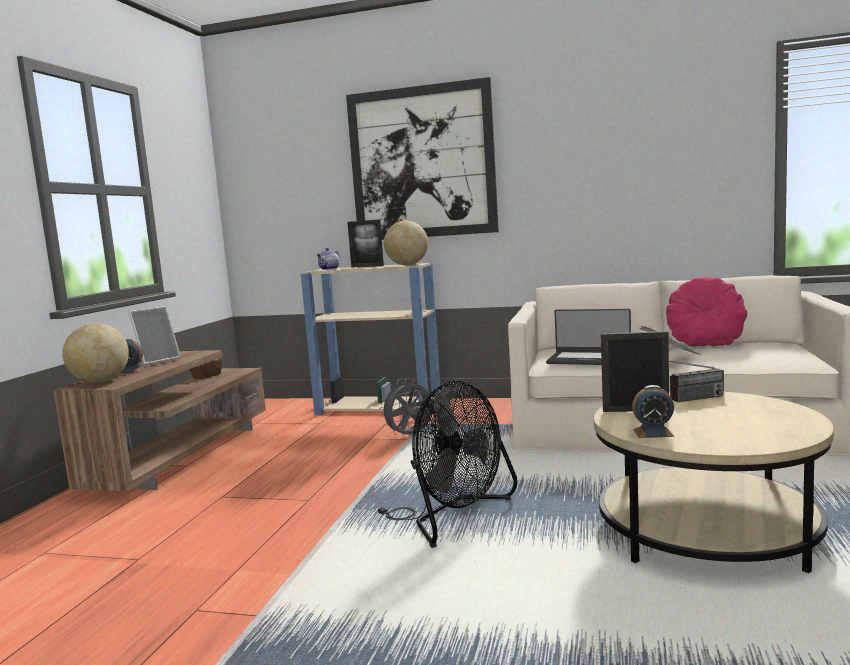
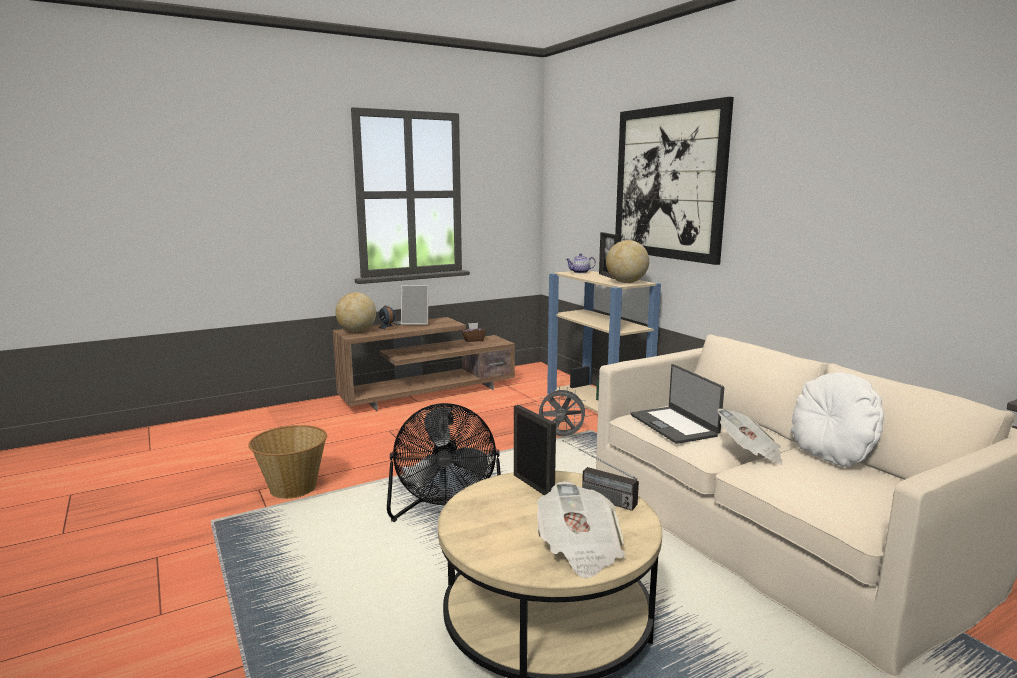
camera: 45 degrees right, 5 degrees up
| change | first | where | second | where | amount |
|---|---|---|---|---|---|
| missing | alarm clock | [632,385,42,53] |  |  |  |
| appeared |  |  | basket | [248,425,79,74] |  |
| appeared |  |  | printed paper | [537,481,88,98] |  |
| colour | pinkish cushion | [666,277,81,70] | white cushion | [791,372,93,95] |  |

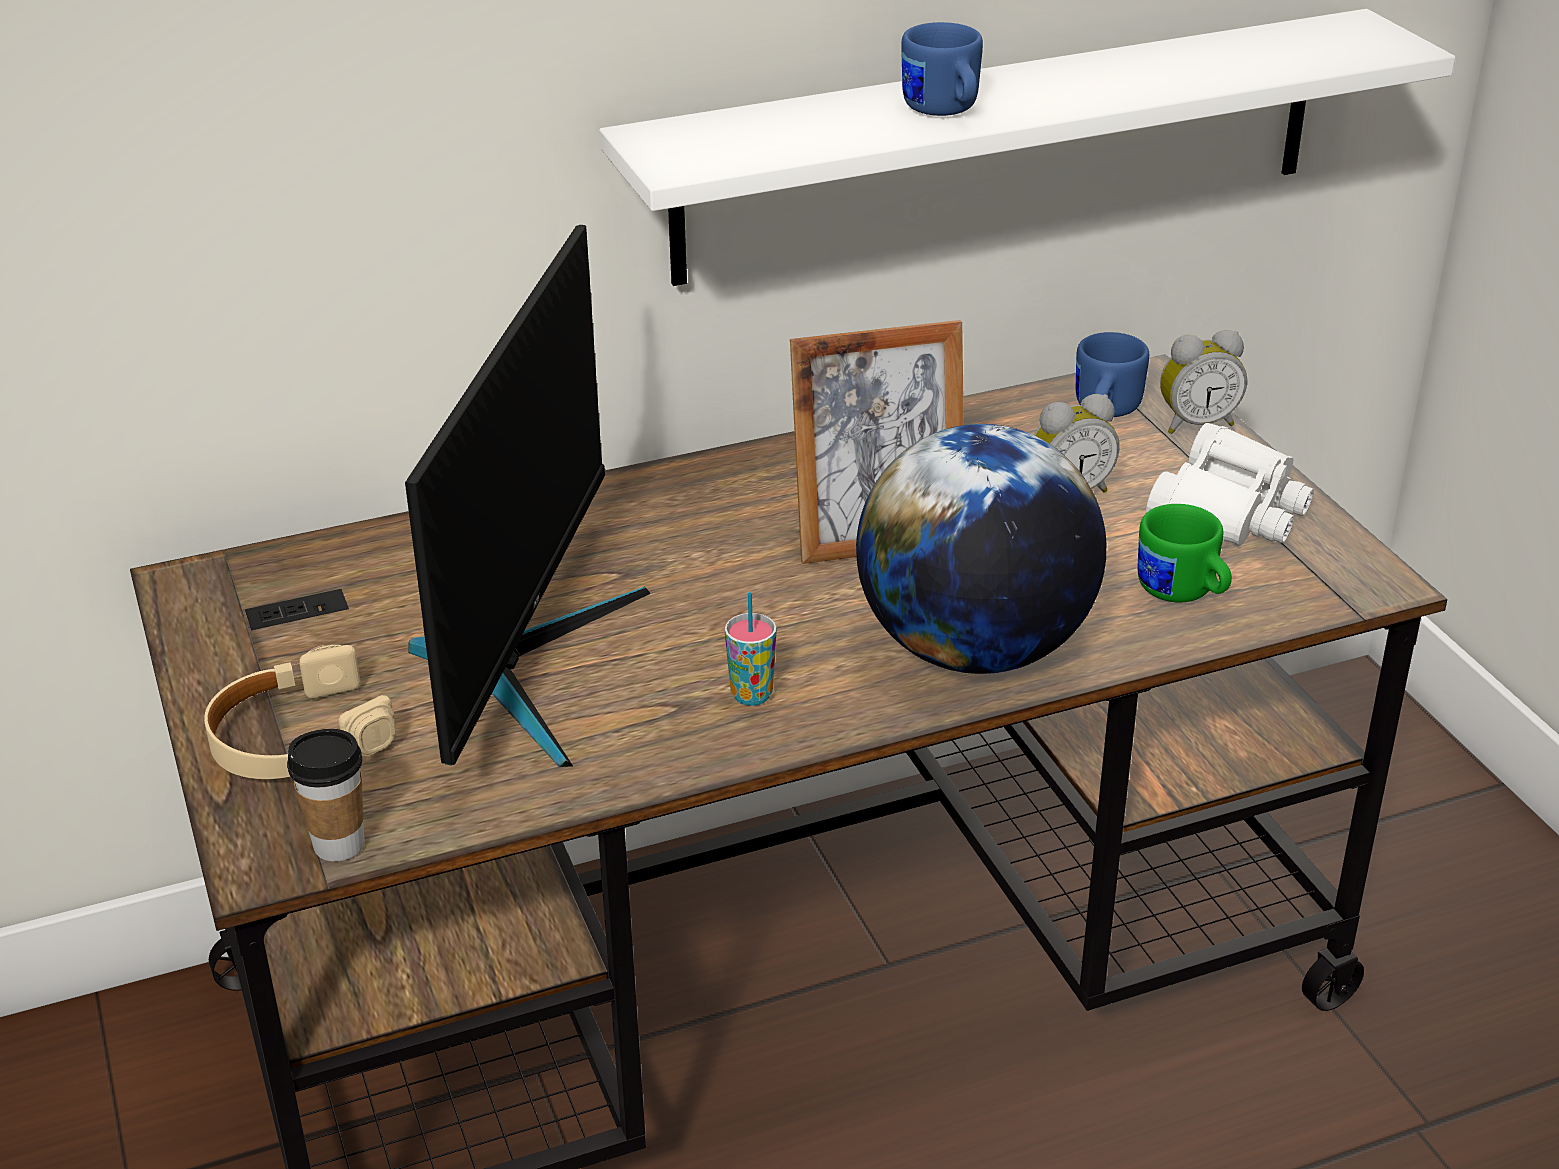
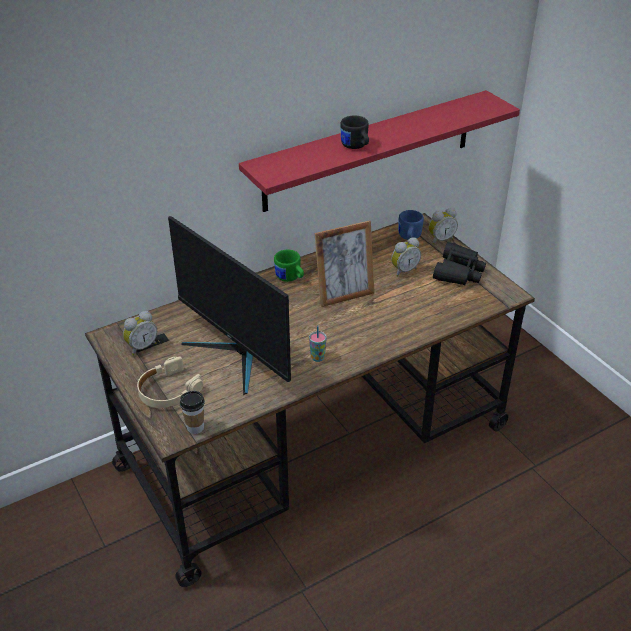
camera: 10 degrees left, 5 degrees up
| change | first | where | second | where | amount |
|---|---|---|---|---|---|
| missing | globe | [856,424,250,250] |  |  |  |
| appeared |  |  | alarm clock | [123,311,34,44] |  |
| relocated | greenish mug | [1138,504,94,98] |  | [274,250,30,32] |  |
| colour | white shelf | [599,9,856,277] | red shelf | [239,90,281,122] |  |
| colour | bluish mug | [901,22,82,94] | blackish mug | [340,116,29,33] |  |
| colour | white field glasses | [1146,423,168,123] | blackish field glasses | [433,242,53,44] |  |
| spun | computer screen | [405,225,245,542] |  | [168,216,123,179] | 135 degrees clockwise |

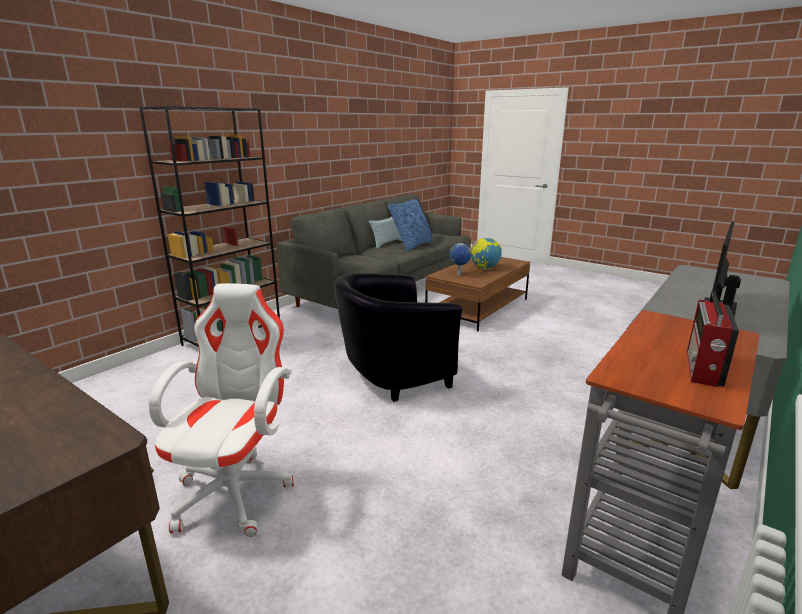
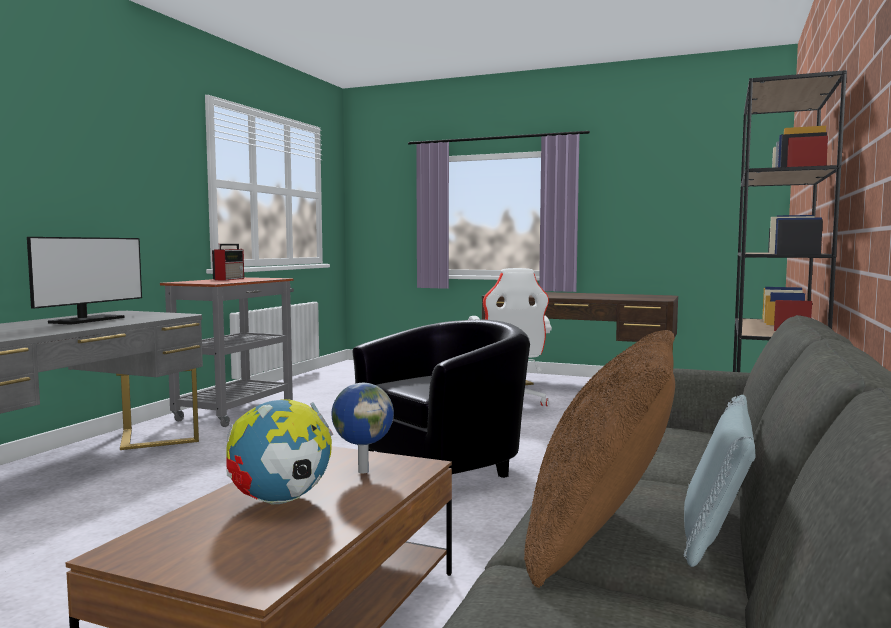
camera: 165 degrees right, 15 degrees down
| change | first | where | second | where | amount |
|---|---|---|---|---|---|
| colour | bluish cushion | [388,199,45,52] | brown cushion | [524,330,151,258] |  |

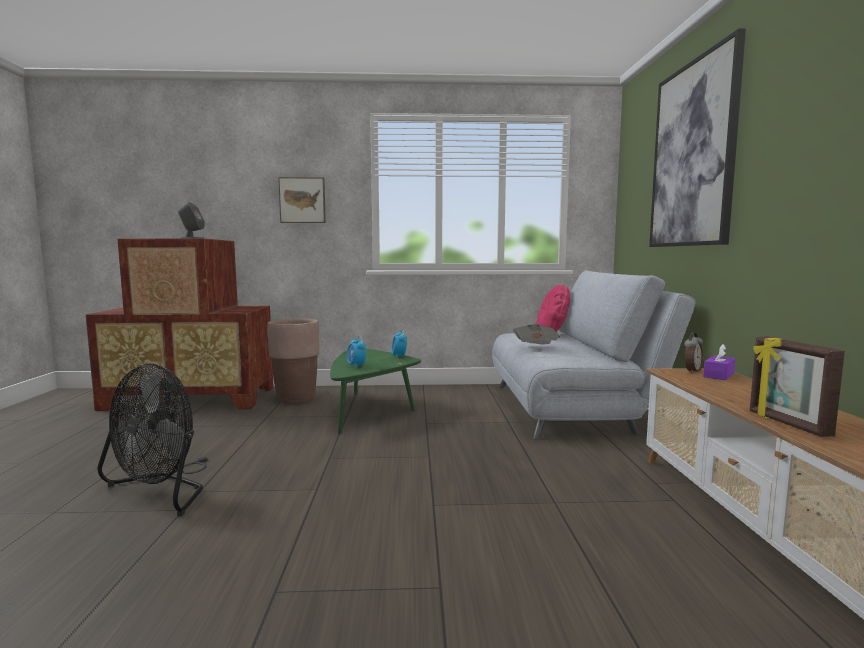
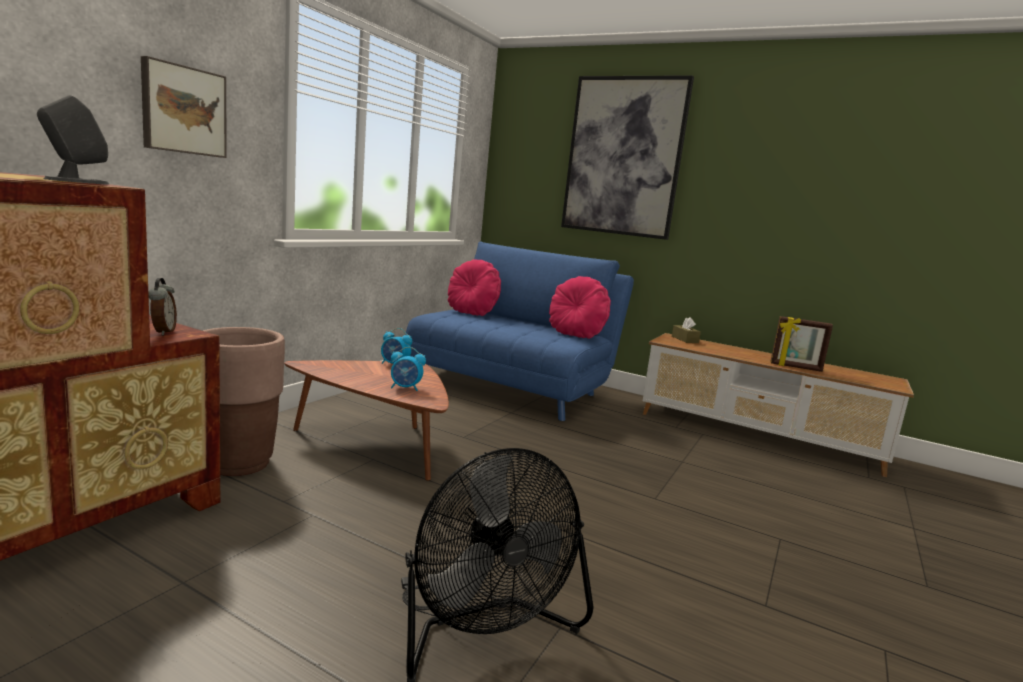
camera: 60 degrees left, 5 degrees up
| change | first | where | second | where | amount |
|---|---|---|---|---|---|
| missing | printed paper | [513,324,47,21] |  |  |  |
| appeared |  |  | pinkish cushion | [549,276,62,63] |  |
| relocated | alarm clock | [684,332,19,41] |  | [148,278,29,57] |  |
| colour | greenish coffee table | [330,349,91,84] | brown coffee table | [284,360,165,121] |  |
| colour | gray couch | [492,270,204,170] | bluish couch | [406,242,228,179] |  |
| colour | purplish tissue holder | [703,344,33,36] | brown tissue holder | [672,317,29,26] |  |

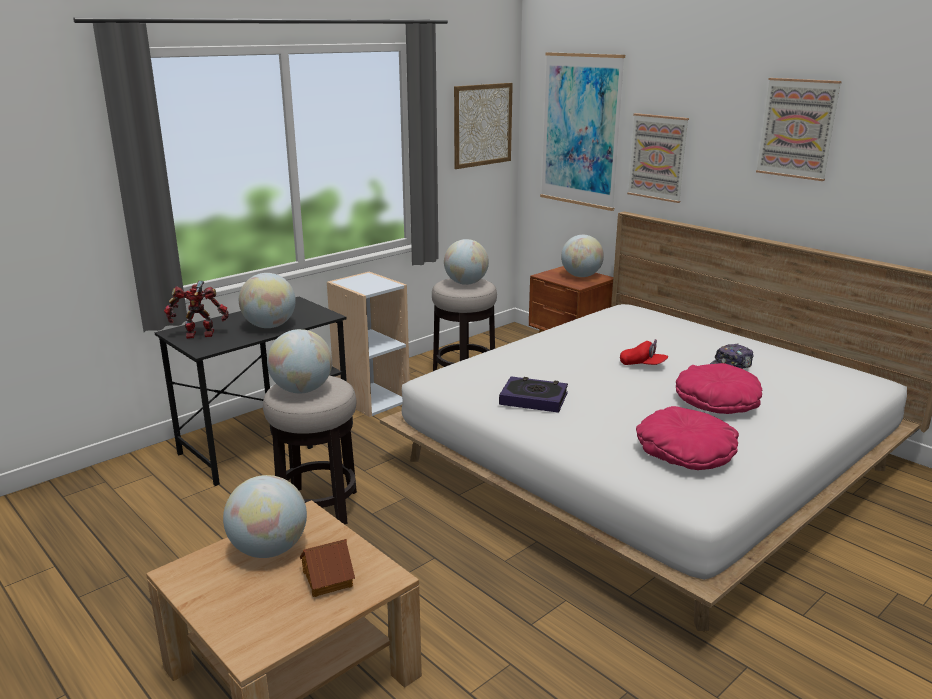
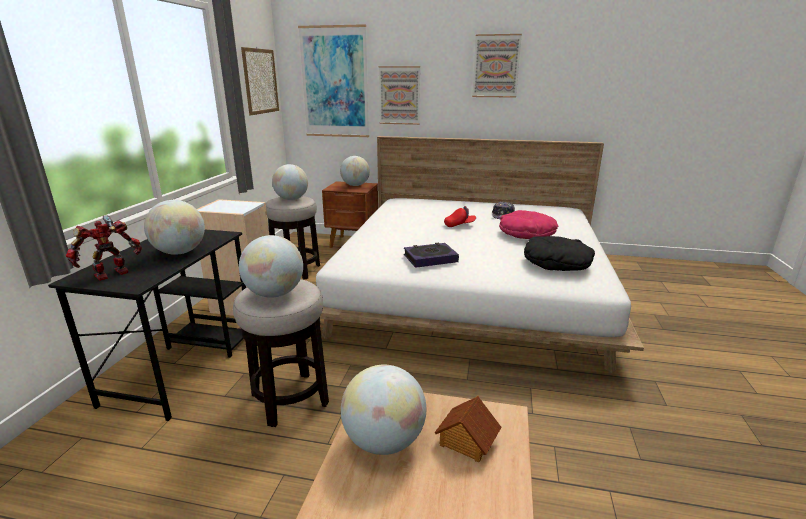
camera: 35 degrees left, 0 degrees up
| change | first | where | second | where | amount |
|---|---|---|---|---|---|
| colour | pinkish cushion | [636,406,103,64] | blackish cushion | [524,236,71,35] |  |

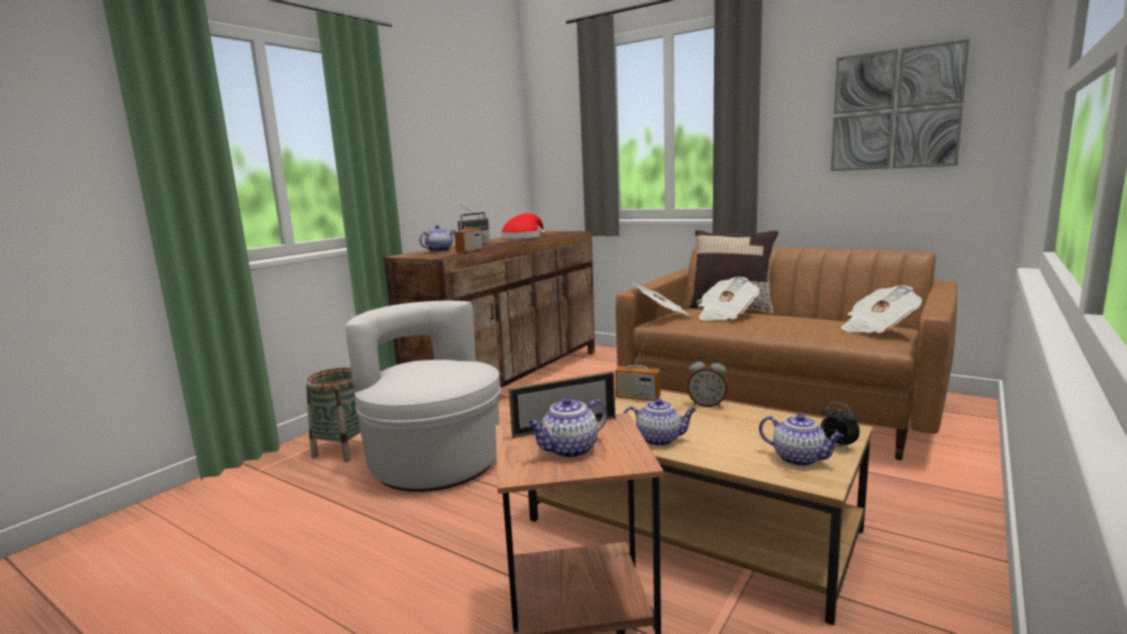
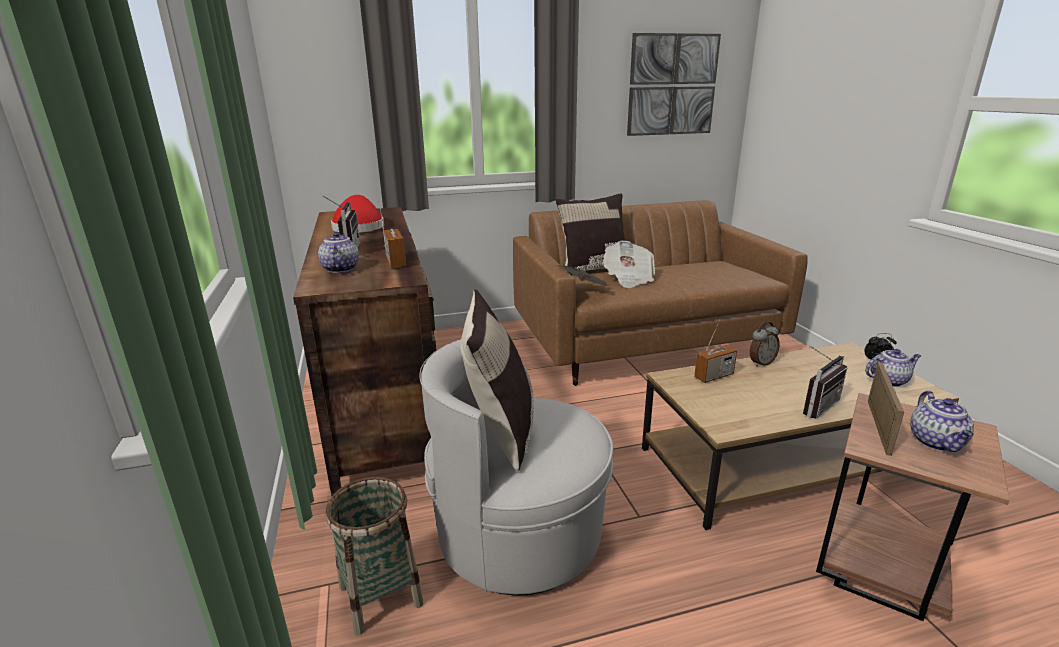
camera: 50 degrees left, 10 degrees up
| change | first | where | second | where | amount |
|---|---|---|---|---|---|
| missing | printed paper | [841,285,81,48] |  |  |  |
| appeared |  |  | cushion | [460,289,74,182] |  |
| exchanged | teapot | [623,398,73,48] | radio | [803,345,44,74] |  |

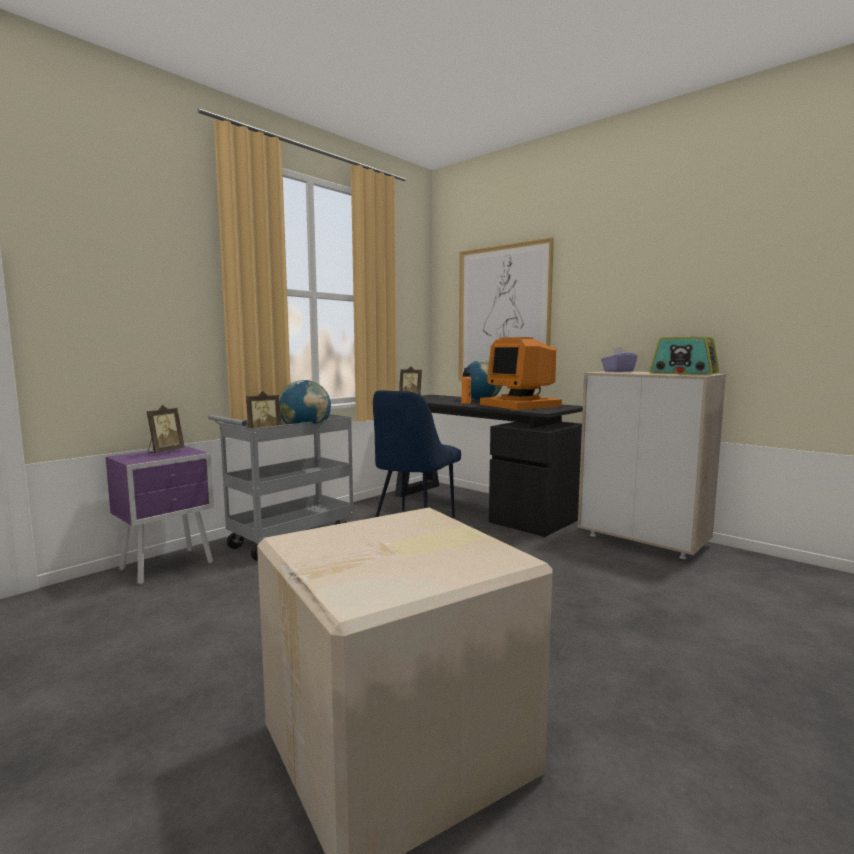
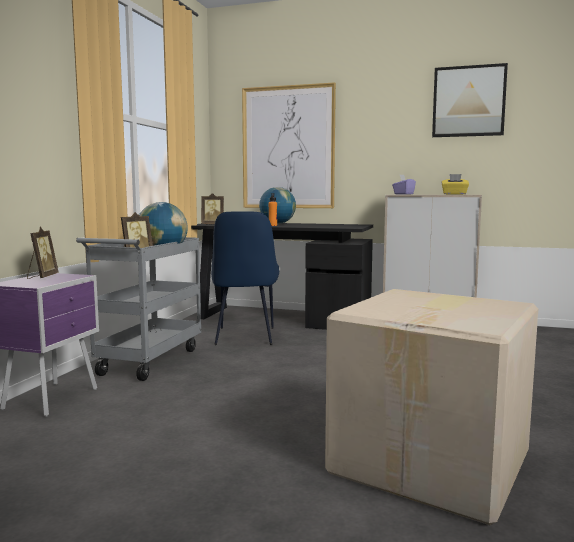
camera: 25 degrees left, 0 degrees up
| change | first | where | second | where | amount |
|---|---|---|---|---|---|
| missing | computer screen | [480,337,82,73] |  |  |  |
| appeared |  |  | picture | [432,63,76,74] |  |
| exchanged | radio | [650,337,69,38] | yellow-coloured tissue holder | [441,174,28,21] |  |

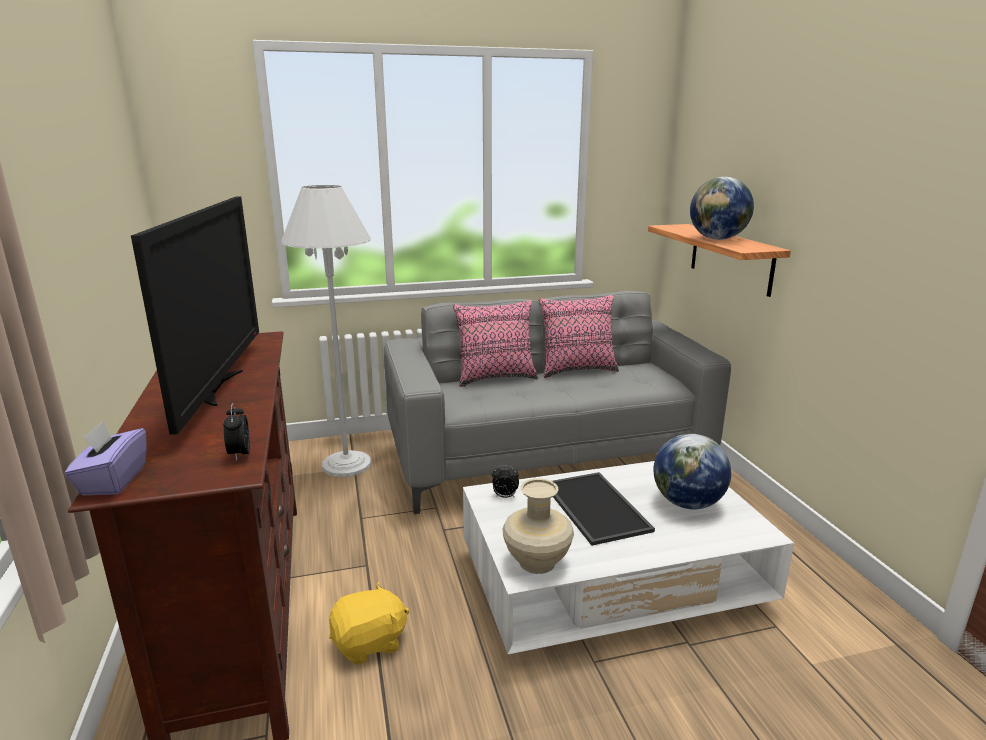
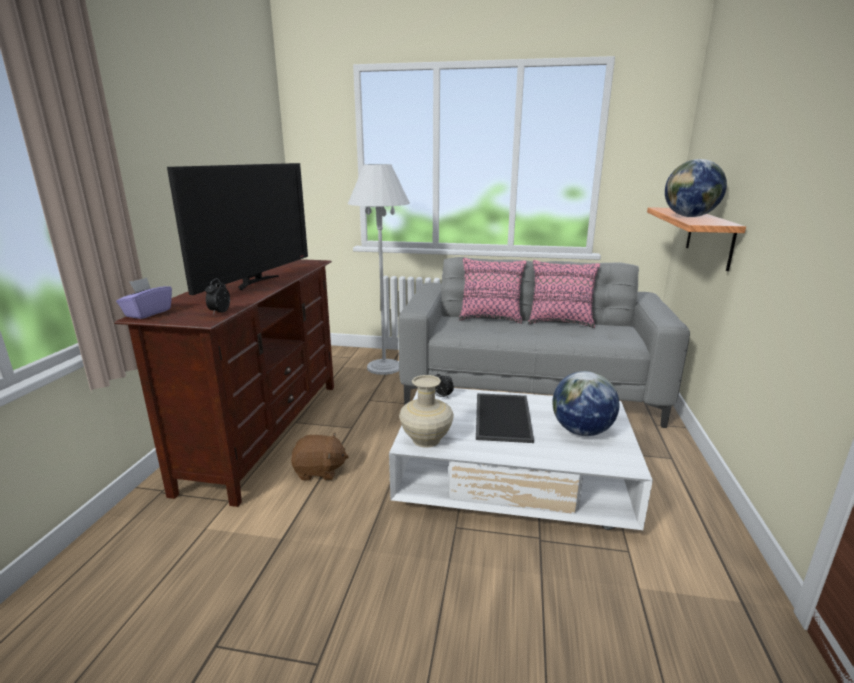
camera: 25 degrees right, 0 degrees up
| change | first | where | second | where | amount |
|---|---|---|---|---|---|
| colour | yellow-coloured plush toy | [329,582,81,83] | brown plush toy | [291,433,58,48] |  |

